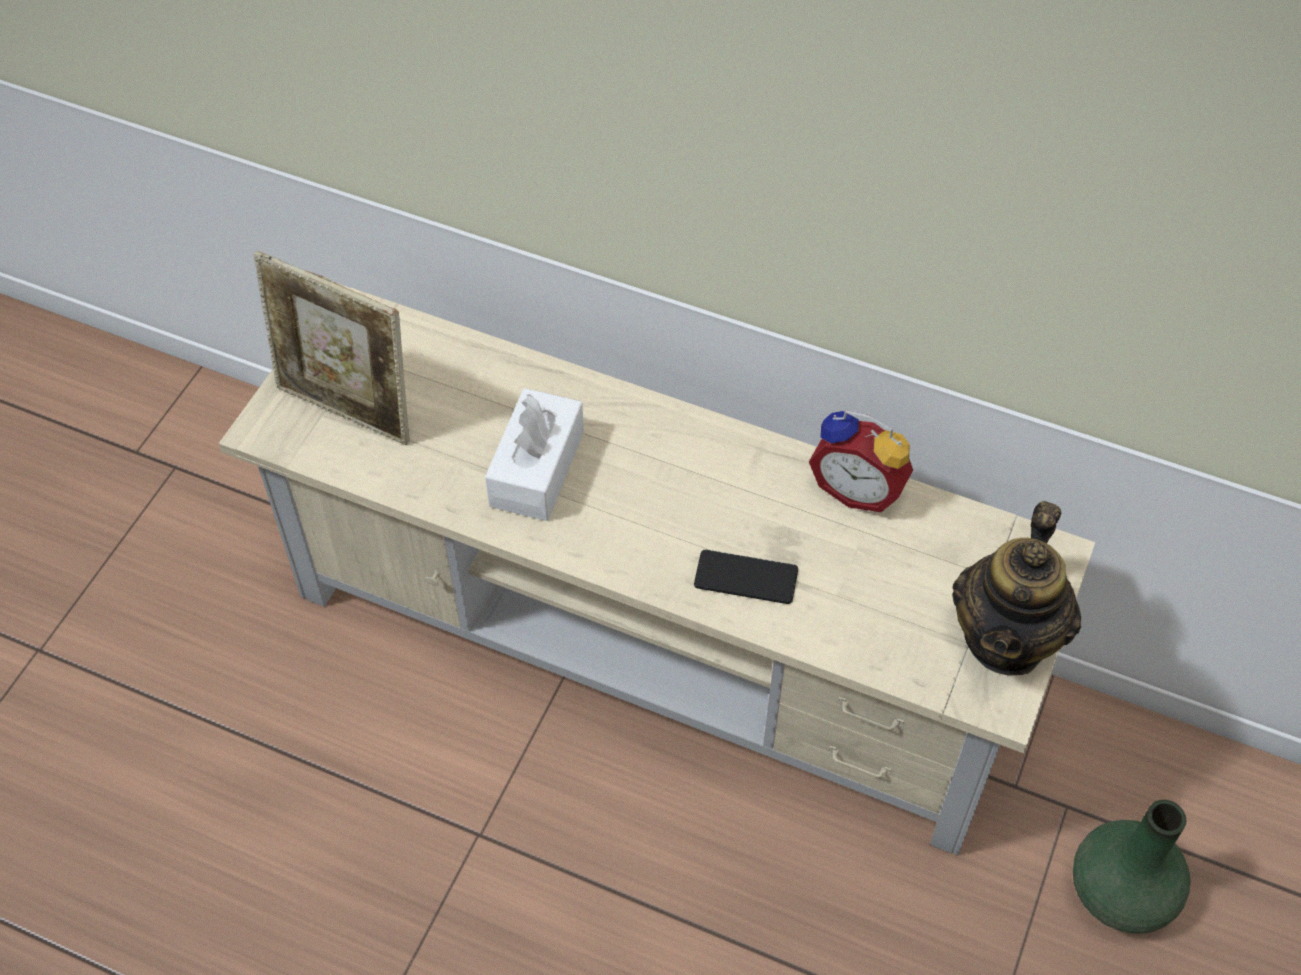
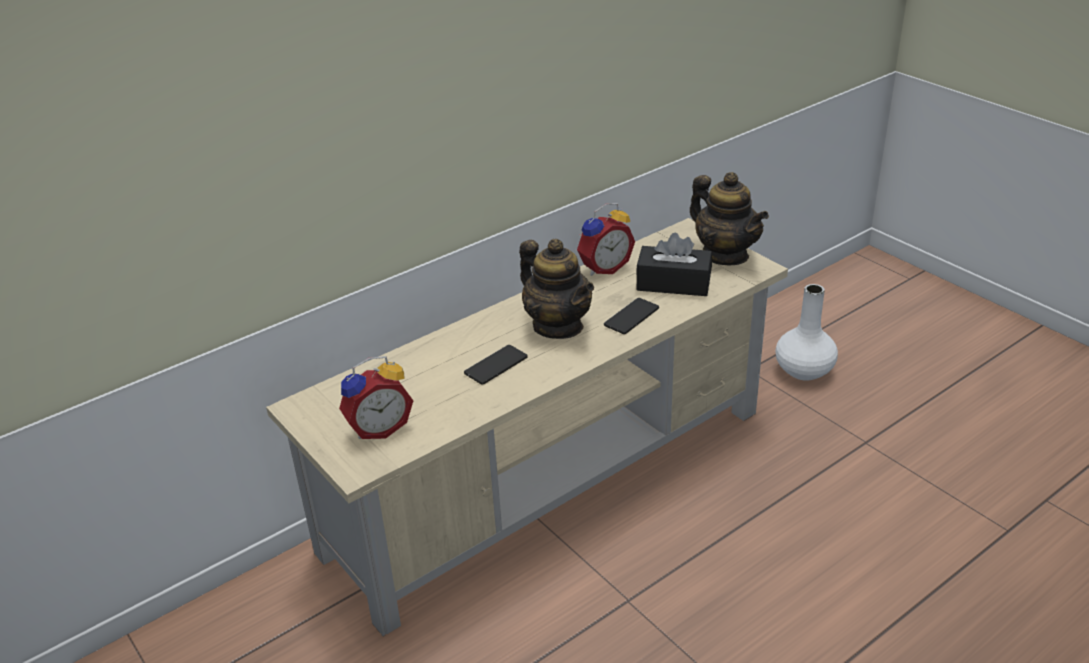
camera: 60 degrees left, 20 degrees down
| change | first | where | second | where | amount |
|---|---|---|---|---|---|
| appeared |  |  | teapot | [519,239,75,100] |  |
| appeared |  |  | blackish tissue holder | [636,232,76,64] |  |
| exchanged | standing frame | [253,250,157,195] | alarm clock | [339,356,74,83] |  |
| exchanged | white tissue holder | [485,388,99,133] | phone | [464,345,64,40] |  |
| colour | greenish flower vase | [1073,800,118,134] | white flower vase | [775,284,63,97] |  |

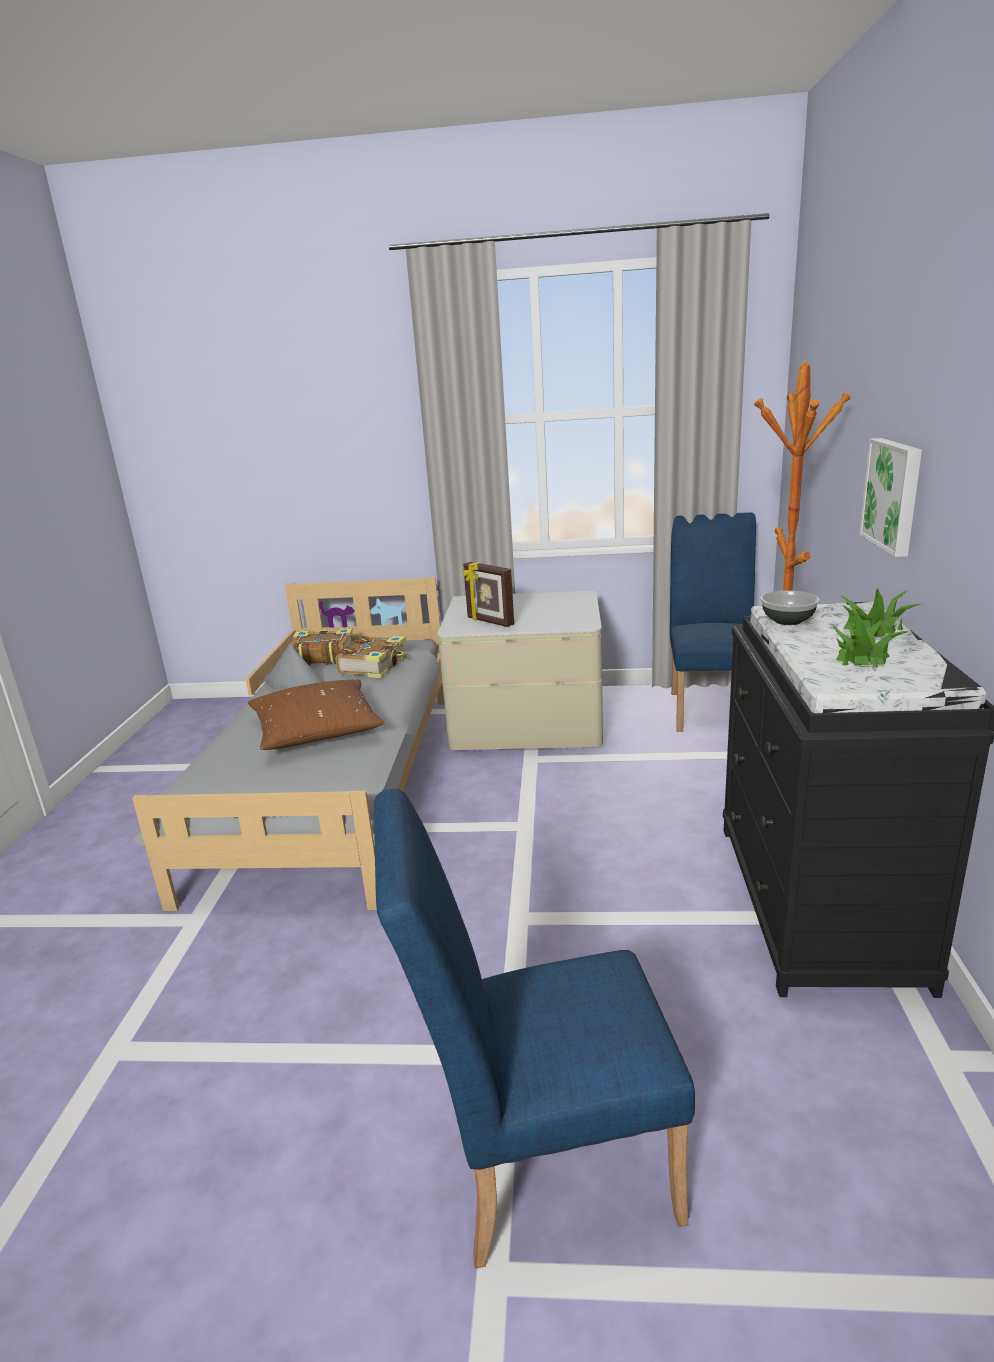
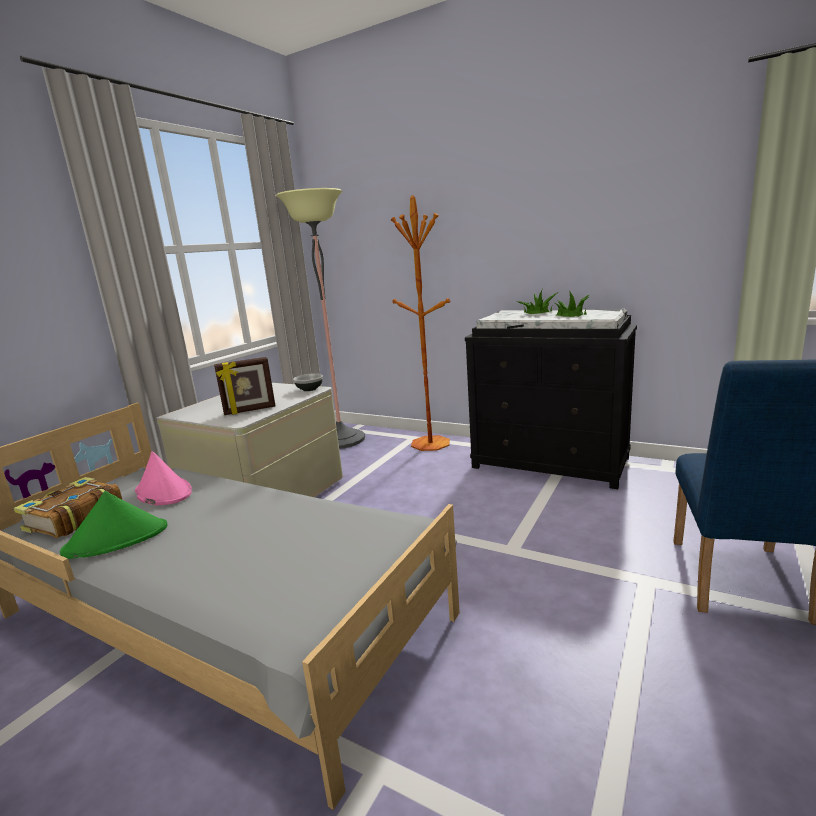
camera: 65 degrees left, 5 degrees down
| change | first | where | second | where | amount |
|---|---|---|---|---|---|
| missing | brown cushion | [248,680,137,70] |  |  |  |
| missing | picture | [859,438,63,119] |  |  |  |
| relocated | bowl | [761,590,58,35] |  | [293,373,30,18] |  |
| exchanged | book | [336,636,72,42] | pinkish wearable hat | [135,451,57,54] |  |
| exchanged | bluish upright chair | [670,512,86,220] | floor lamp | [276,188,89,261] |  |
| colour | gray wearable hat | [264,644,62,46] | greenish wearable hat | [60,491,108,68] |  |

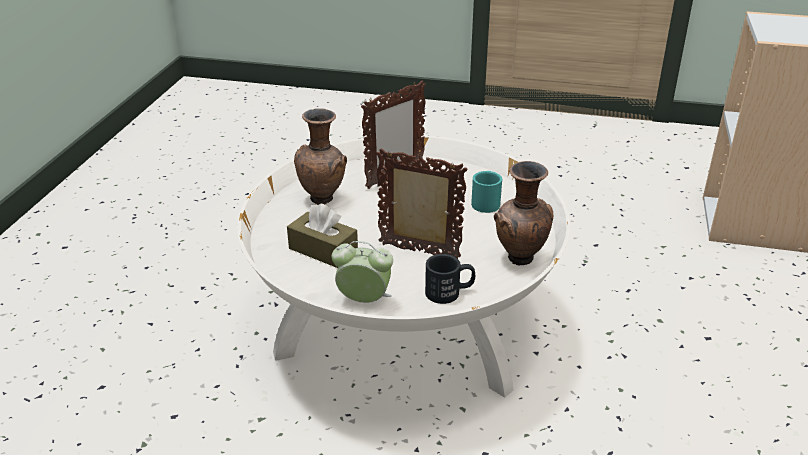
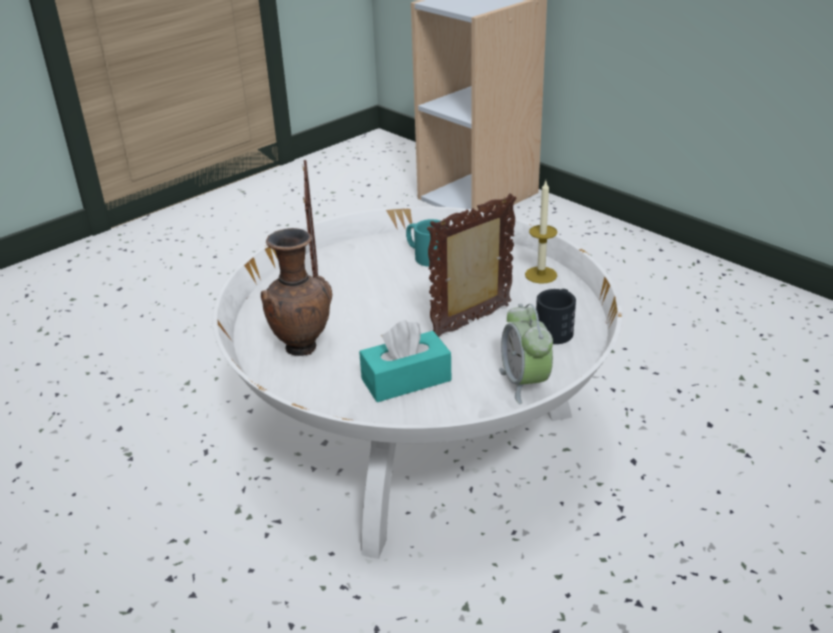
camera: 55 degrees left, 0 degrees up
| change | first | where | second | where | amount |
|---|---|---|---|---|---|
| exchanged | brown flower vase | [494,161,60,104] | candle | [525,181,32,102] |  |
| colour | brown tissue holder | [287,203,71,65] | turquoise-coloured tissue holder | [359,320,92,82] |  |
| spun | alarm clock | [332,241,61,62] |  | [499,304,54,100] | 60 degrees counterclockwise |

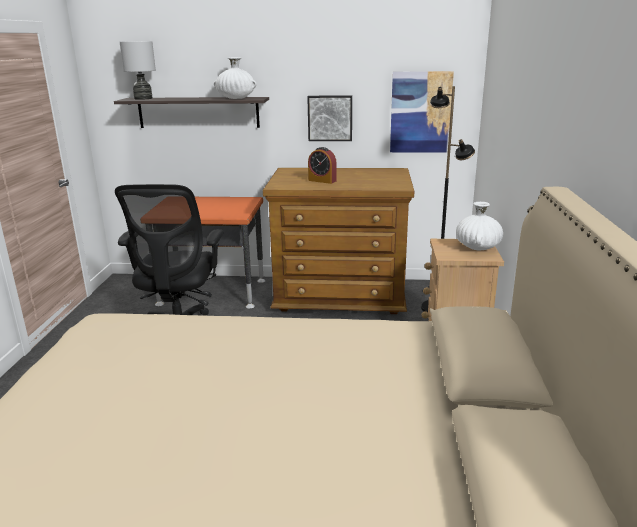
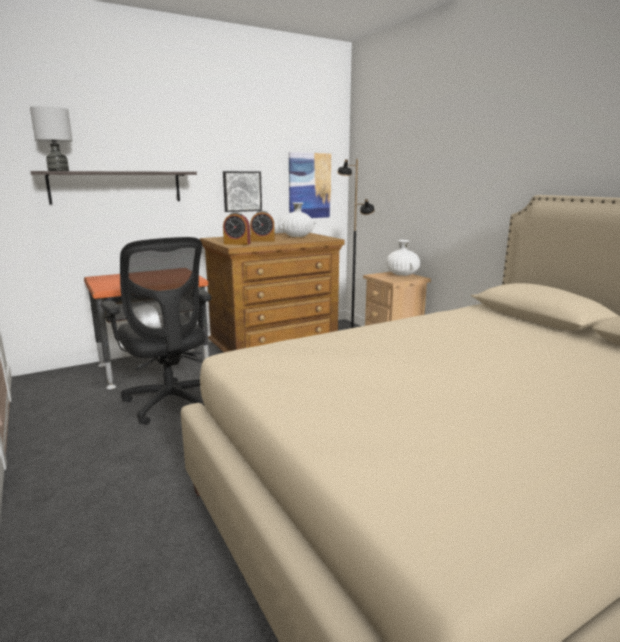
camera: 35 degrees left, 5 degrees down
| change | first | where | second | where | amount |
|---|---|---|---|---|---|
| appeared |  |  | alarm clock | [223,212,27,33] |  |
| relocated | white flower vase | [214,57,43,42] |  | [278,202,38,35] |  |

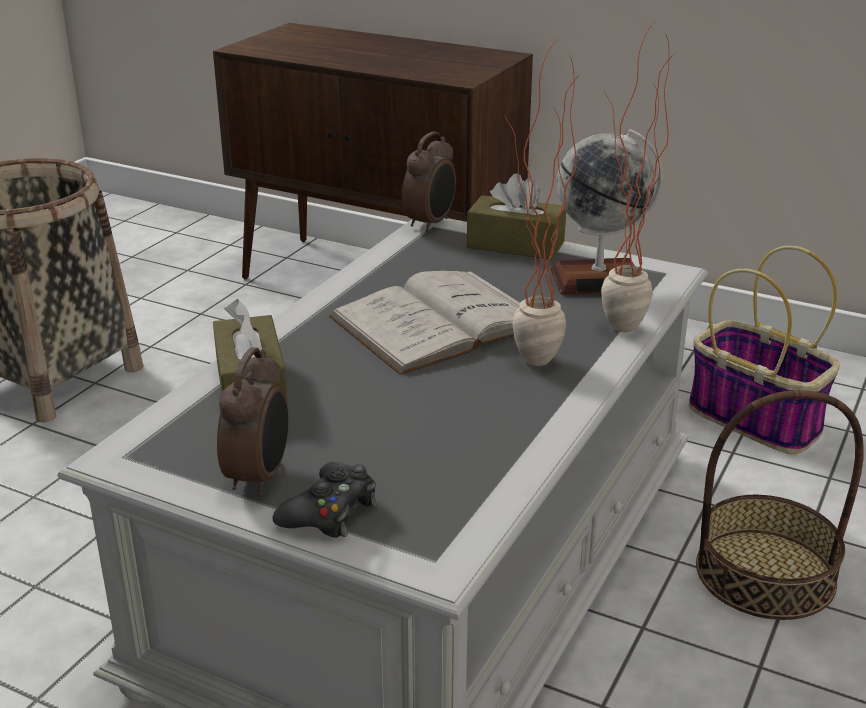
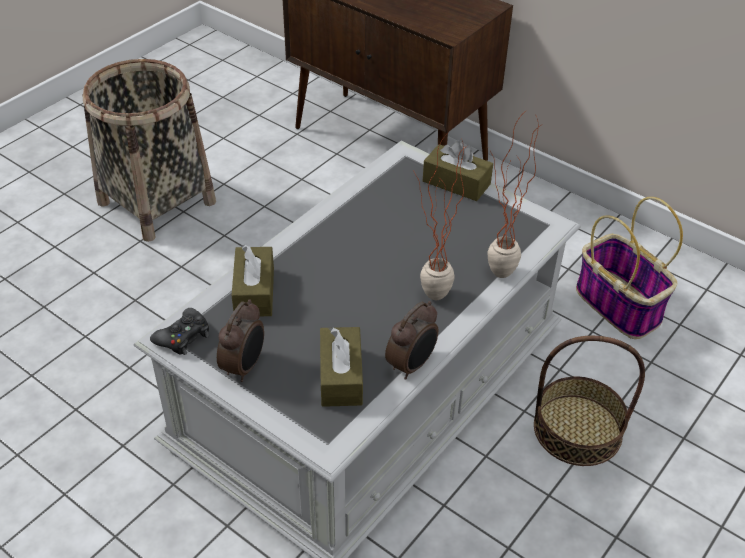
camera: 10 degrees right, 15 degrees up
| change | first | where | second | where | amount |
|---|---|---|---|---|---|
| missing | white book | [329,271,191,104] |  |  |  |
| missing | globe | [551,129,112,166] |  |  |  |
| appeared |  |  | brown tissue holder | [320,327,43,80] |  |
| relocated | blackish gamepad | [273,462,105,76] |  | [150,308,59,47] |  |
| relocated | alarm clock | [402,132,54,100] |  | [385,301,53,79] |  |

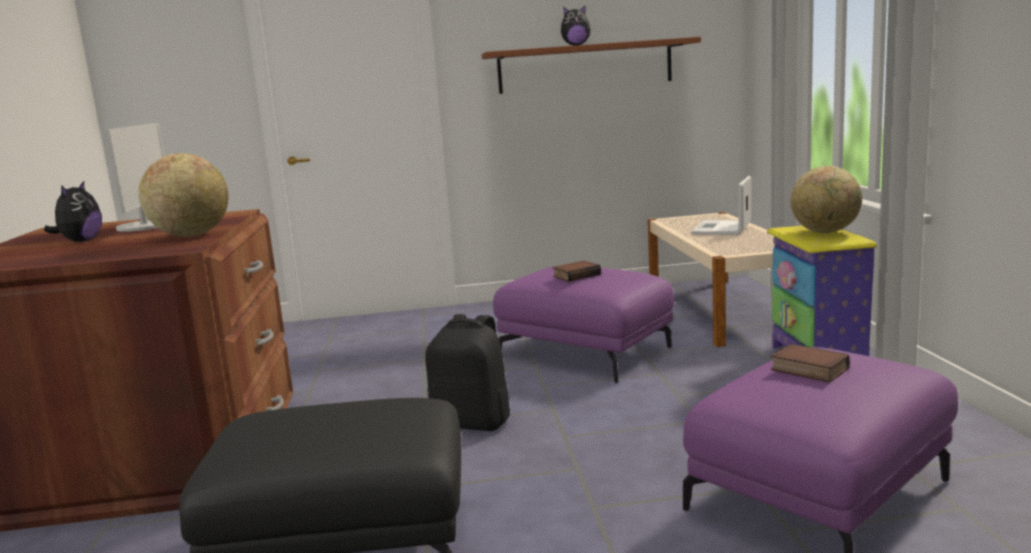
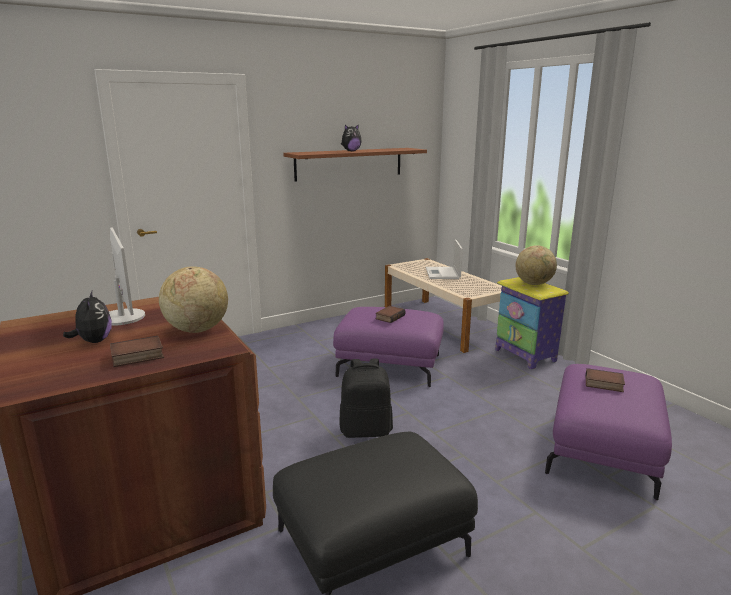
camera: 25 degrees left, 5 degrees up
| change | first | where | second | where | amount |
|---|---|---|---|---|---|
| appeared |  |  | book | [110,336,54,31] |  |

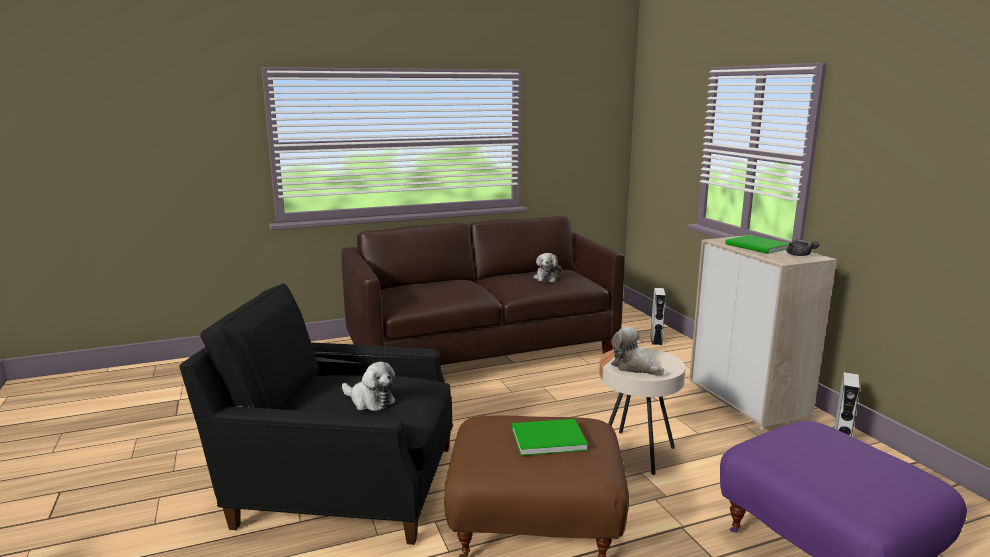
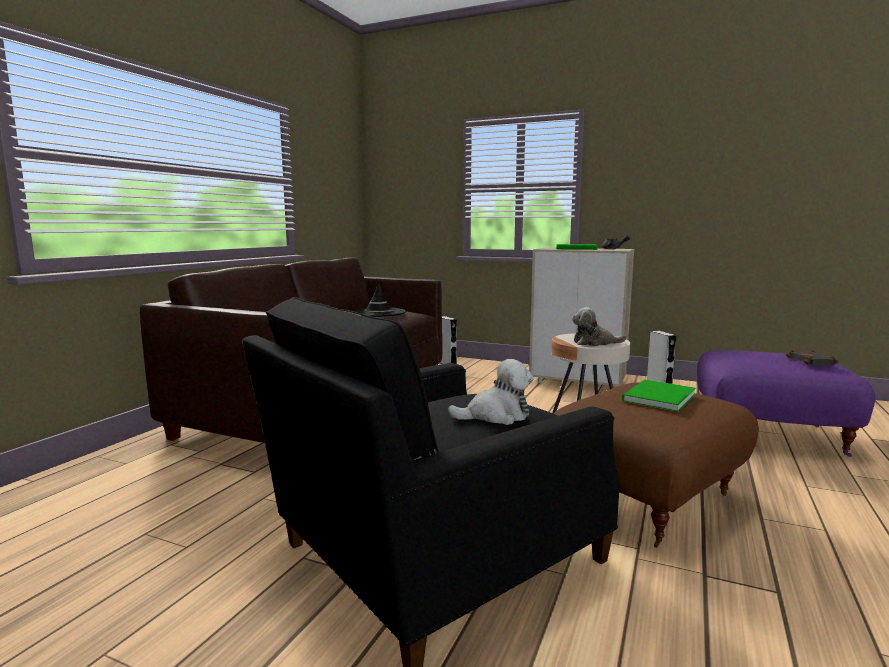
camera: 45 degrees left, 5 degrees down
| change | first | where | second | where | amount |
|---|---|---|---|---|---|
| appeared |  |  | blackish book | [786,350,52,16] |  |
| exchanged | plush toy | [534,253,28,29] | blackish wearable hat | [353,280,53,37] |  |

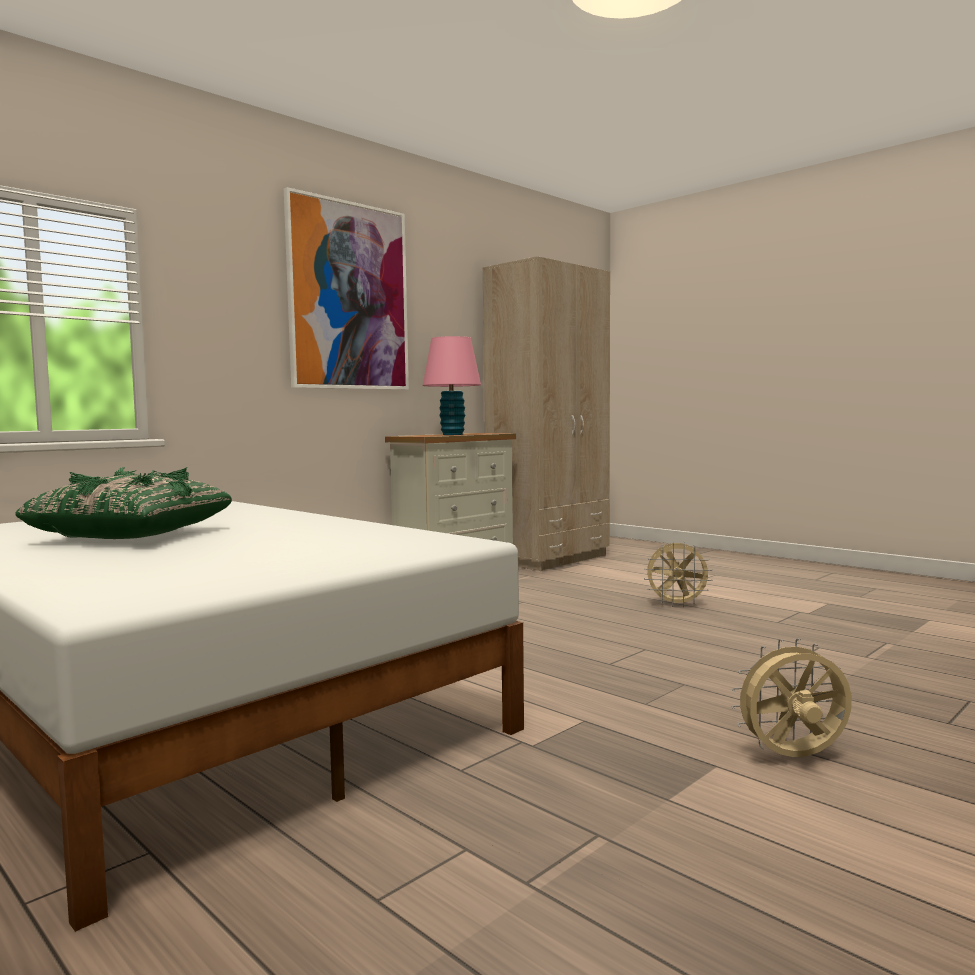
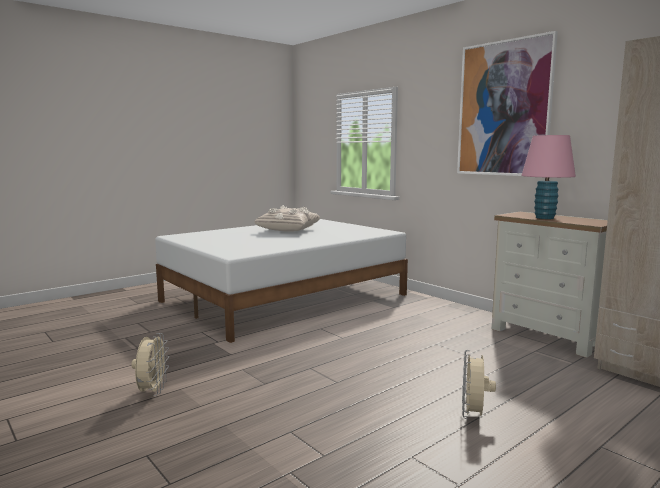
camera: 95 degrees right, 5 degrees up
| change | first | where | second | where | amount |
|---|---|---|---|---|---|
| colour | greenish cushion | [15,467,217,72] | sand-coloured cushion | [255,205,65,27] |  |

